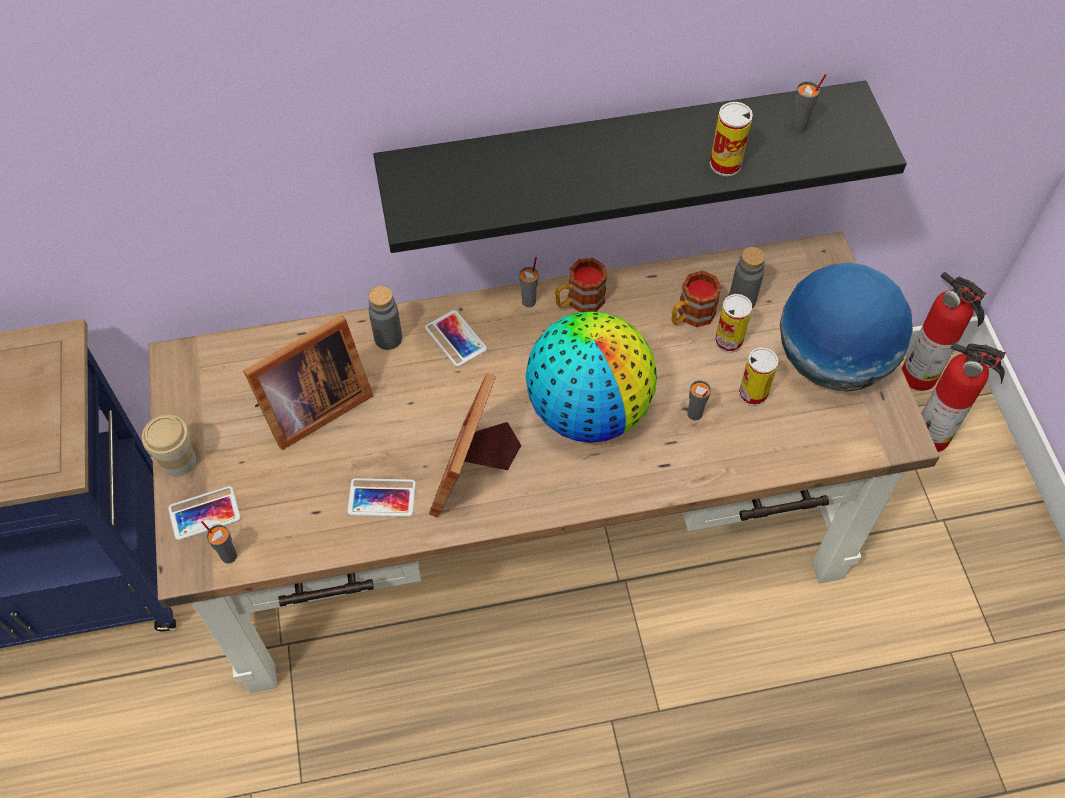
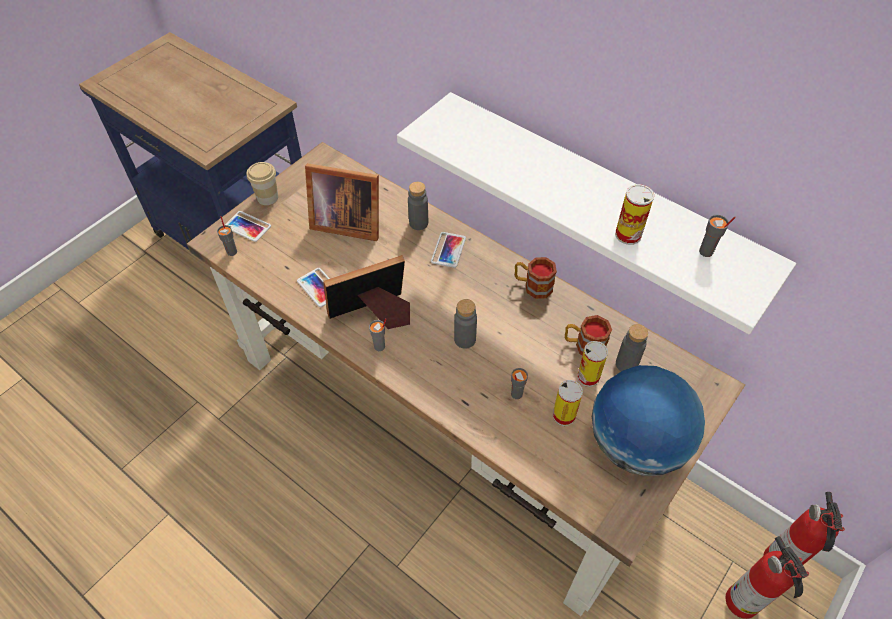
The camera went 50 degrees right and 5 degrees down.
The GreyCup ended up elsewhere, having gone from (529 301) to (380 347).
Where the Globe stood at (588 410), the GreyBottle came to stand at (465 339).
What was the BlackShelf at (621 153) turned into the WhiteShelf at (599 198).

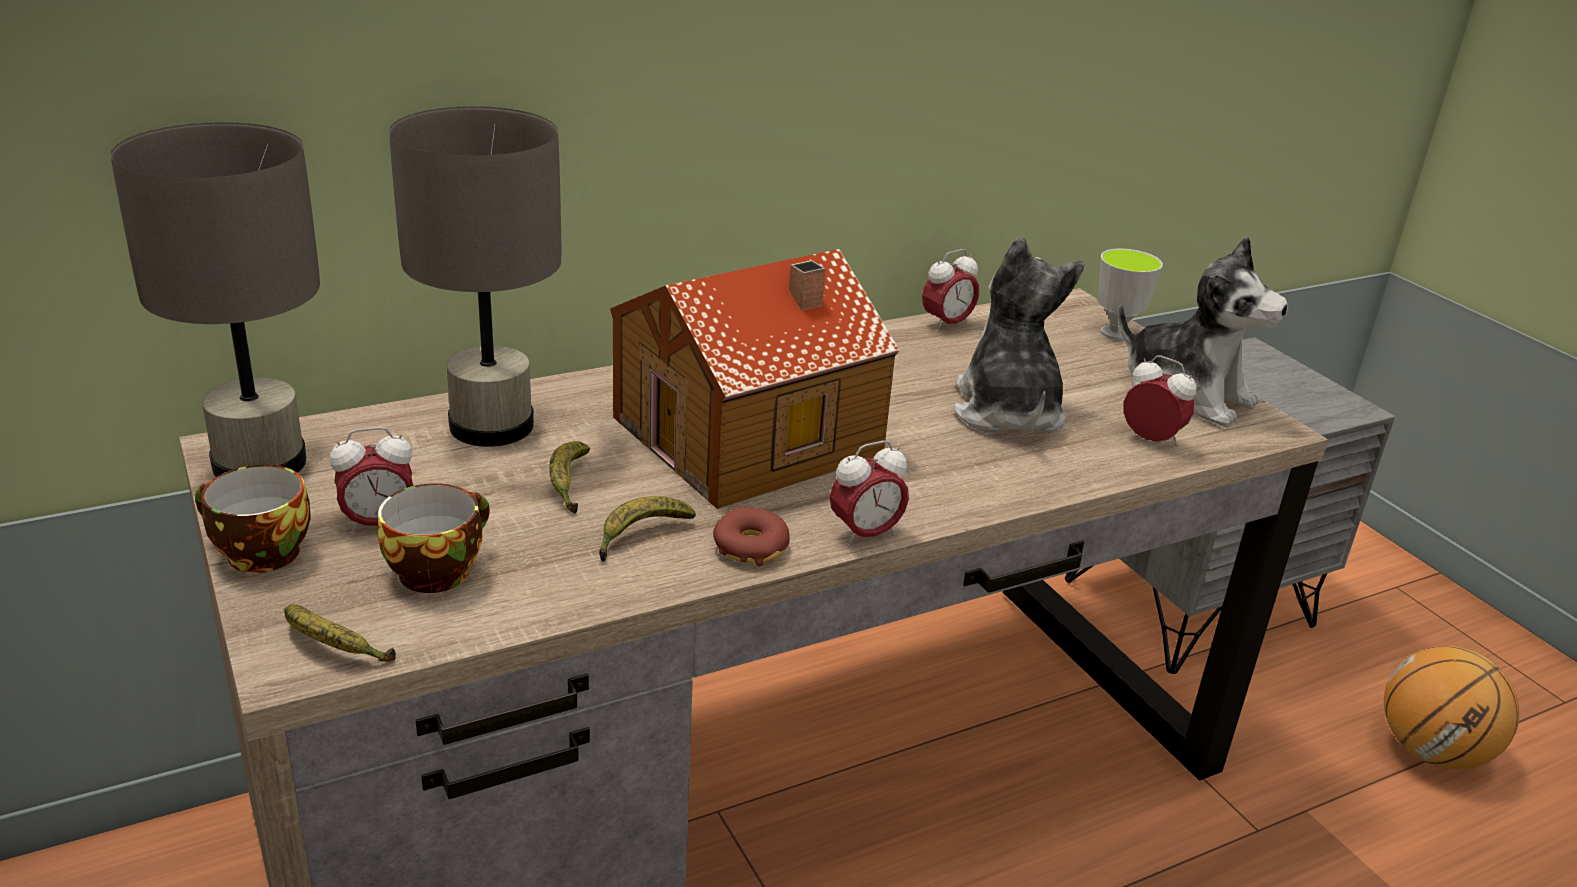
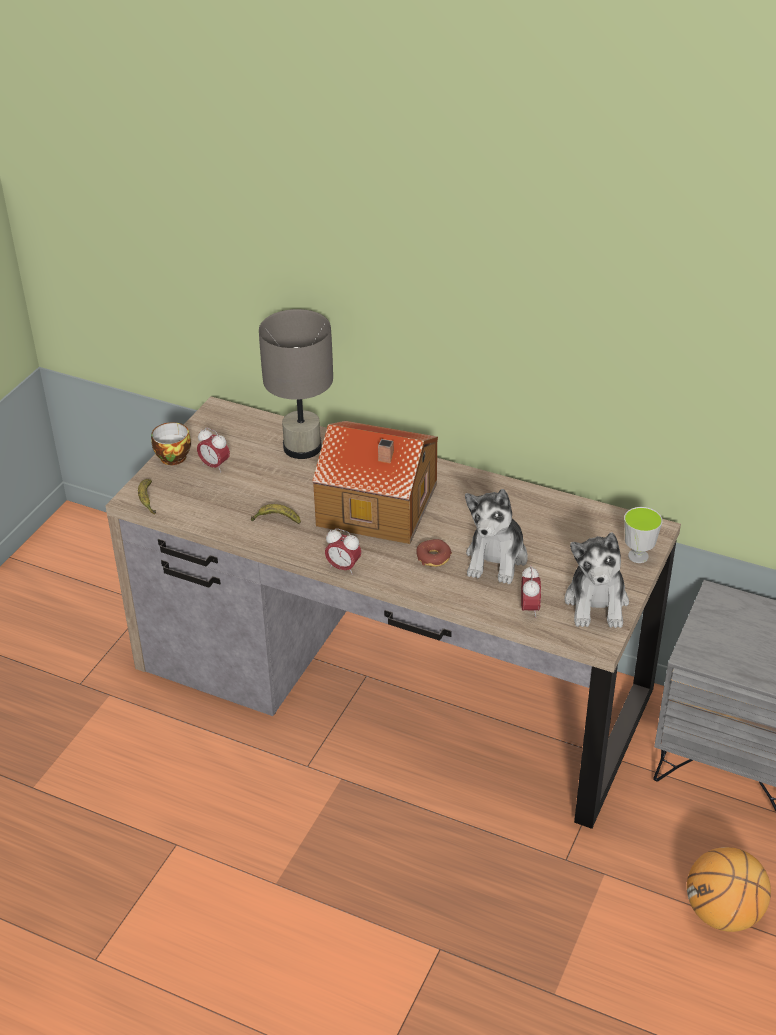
The camera went 55 degrees right and 10 degrees up.
The second view lost the GreyTableLamp at (261 464).
The second view lost the Cup at (437 570).
The second view lost the Banana at (569 484).
The second view lost the AlarmClock at (946 325).
The Donut ended up elsewhere, having gone from (750 547) to (433 557).
The PlushToy at (1007 412) ended up facing another way, 150 degrees clockwise from before.

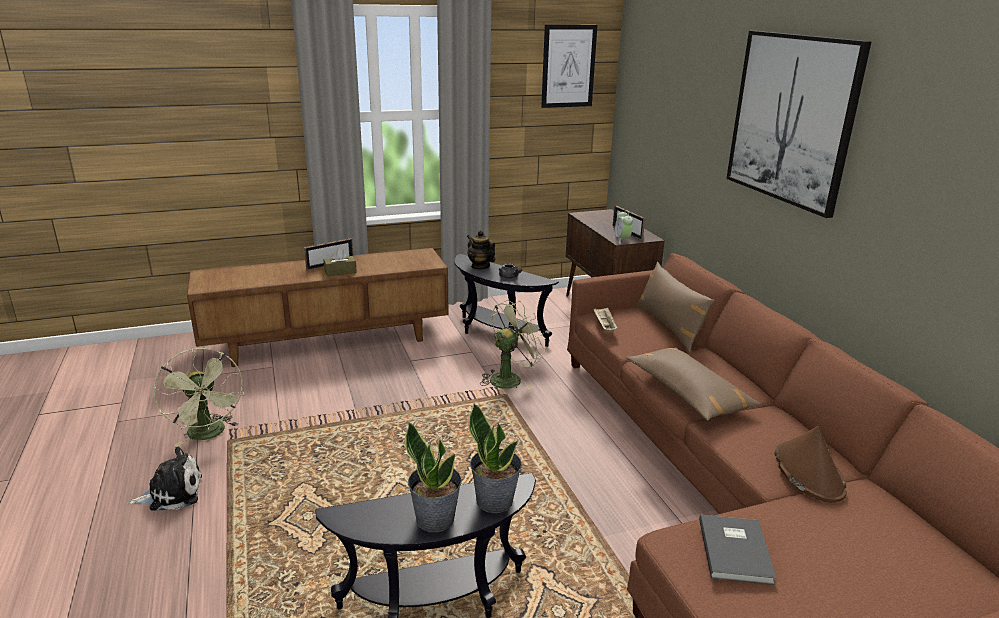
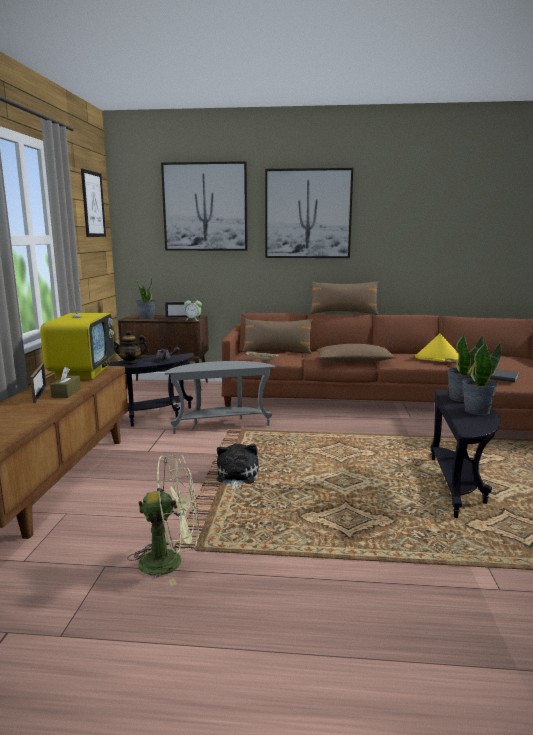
The camera went 65 degrees left and 10 degrees down.
The second view gained the Television at (82 372).
The second view gained the PottedPlant at (146 318).
The second view gained the Picture at (205 207).
The second view gained the BrownPillow at (343 313).
The PlushToy ended up elsewhere, having gone from (172 493) to (236 477).
Where the GreenFan stood at (510 378), the GreySideTable came to stand at (220 425).
What was the BrownHat at (808 472) turned into the YellowHat at (438 358).

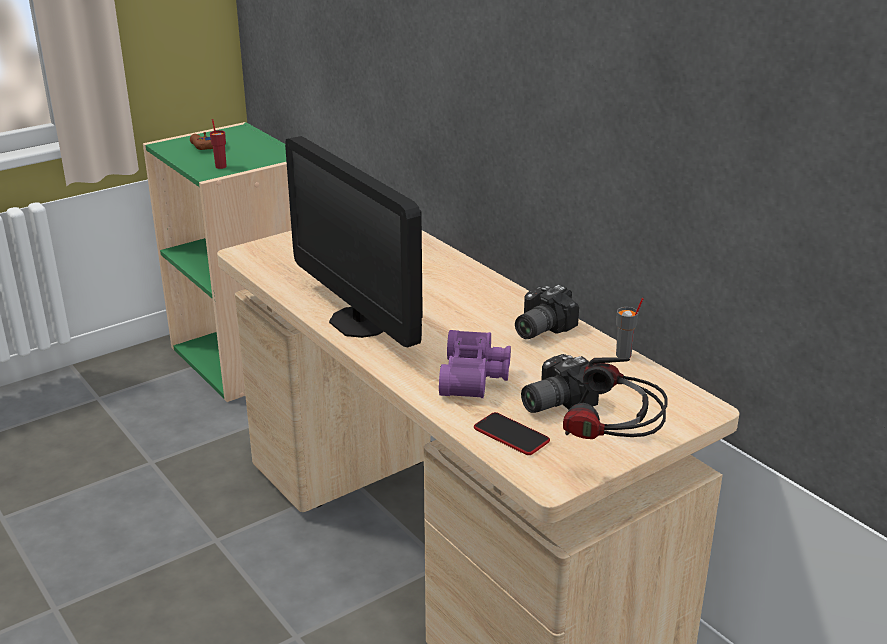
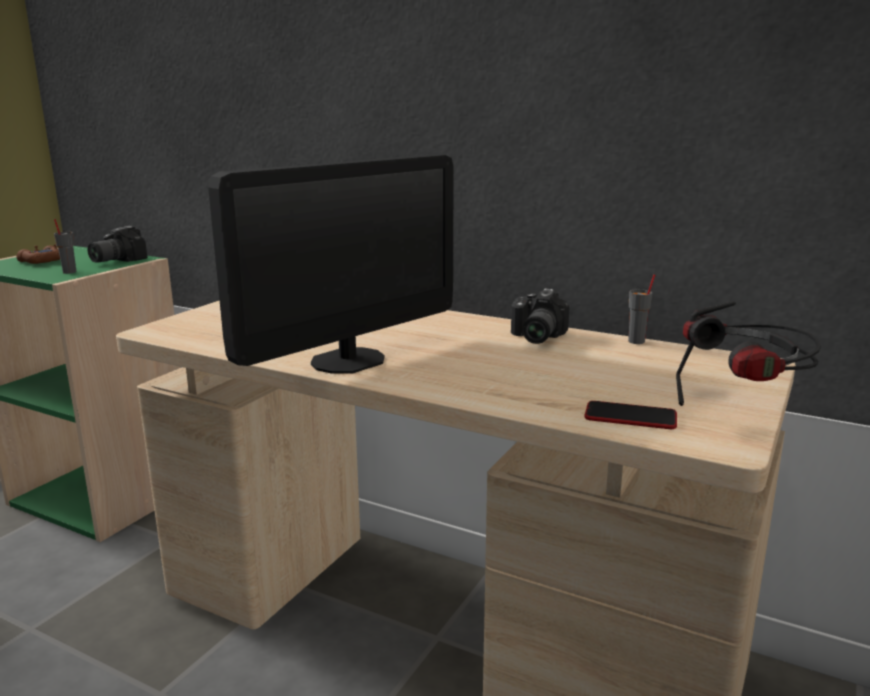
The camera went 25 degrees left and 10 degrees down.
The second view lost the PurpleBinoculars at (476 376).
The PhotoCamera ended up elsewhere, having gone from (552 401) to (114 260).
What was the RedCup at (221 166) turned into the GreyCup at (69 272).
The Monitor at (360 322) ended up facing another way, 75 degrees counterclockwise from before.

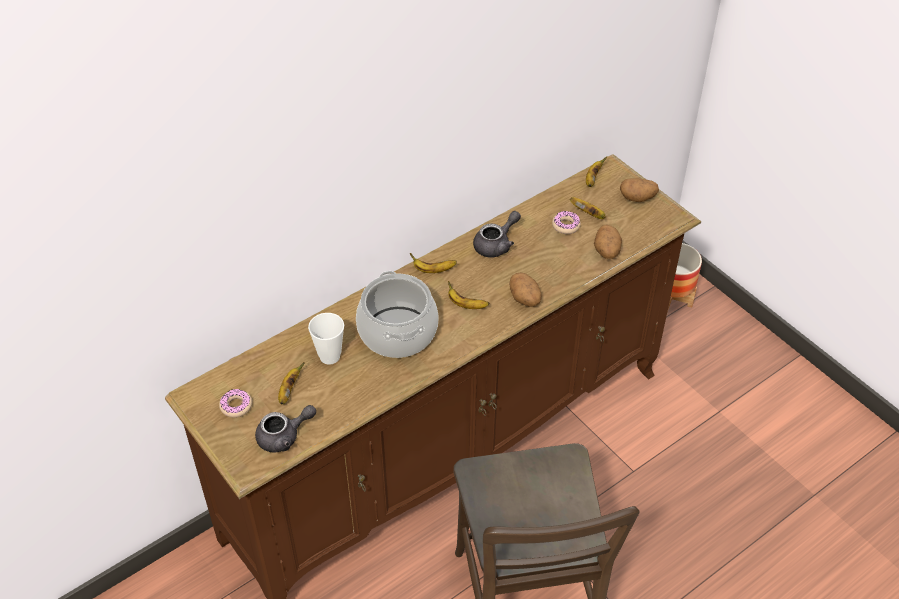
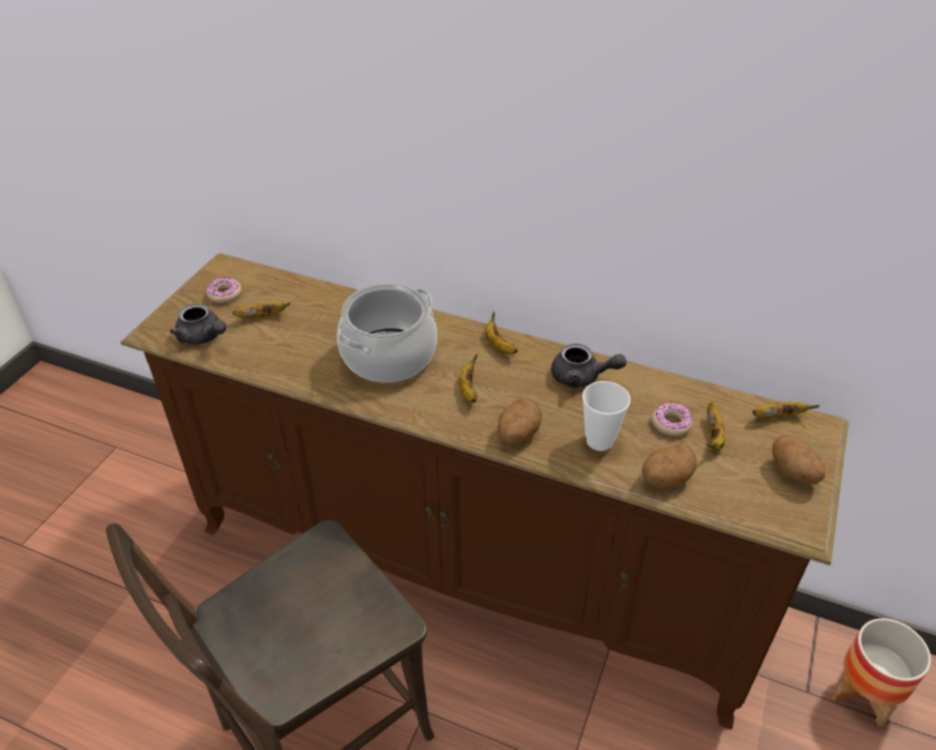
The camera went 60 degrees right and 5 degrees down.
The Cup ended up elsewhere, having gone from (330 356) to (599 441).

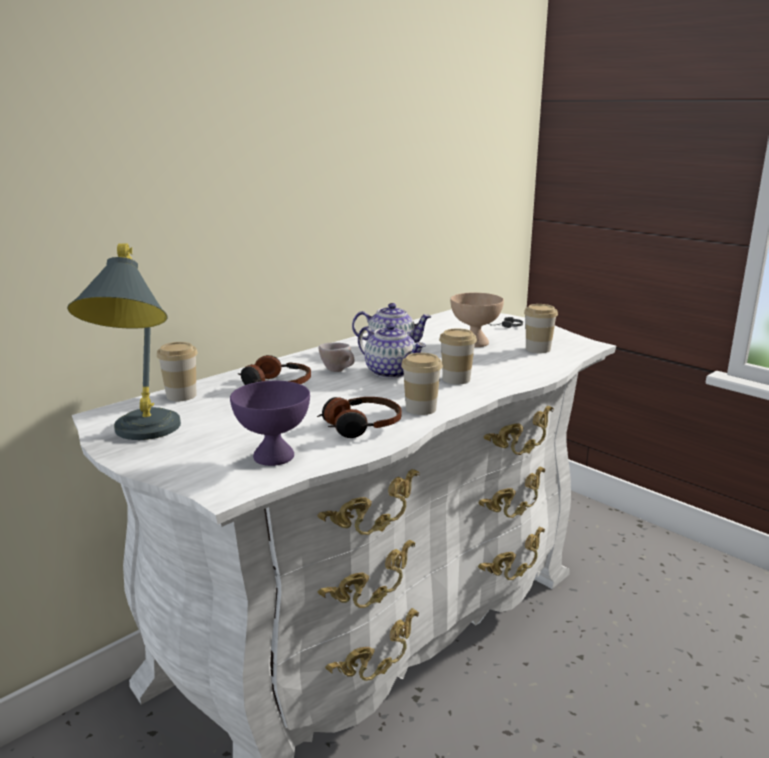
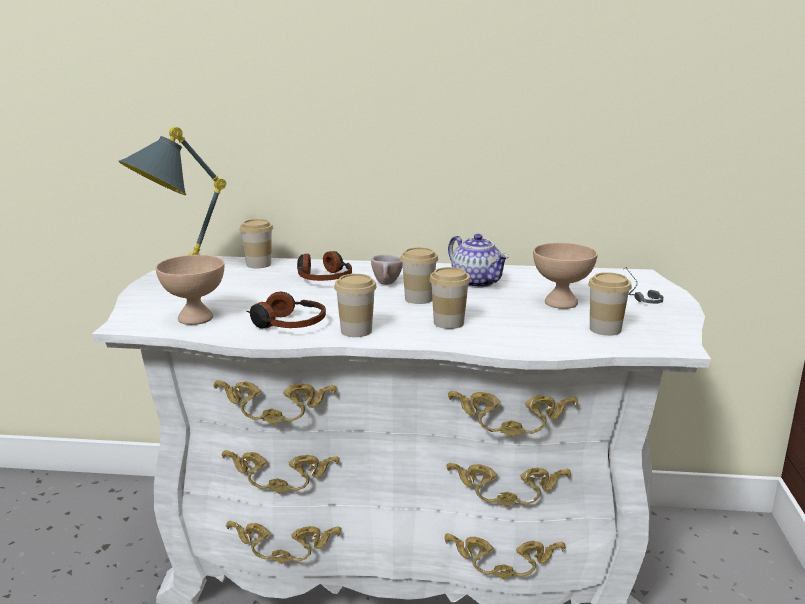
The camera went 50 degrees right and 0 degrees up.
Where the Teapot stood at (391 372), the Cup came to stand at (418 299).
What was the PurpleBowl at (274 457) turned into the BeigeBowl at (195 319).

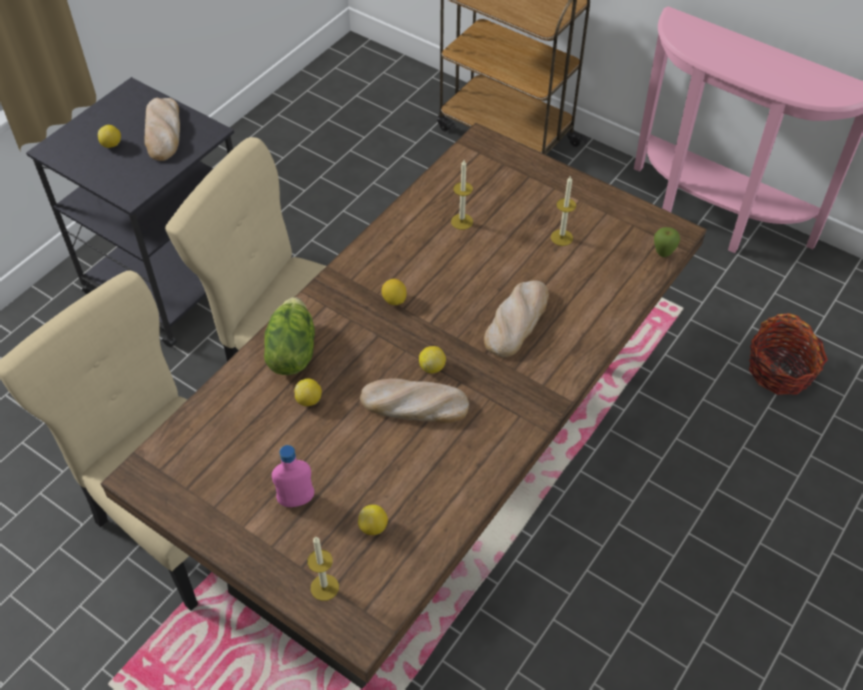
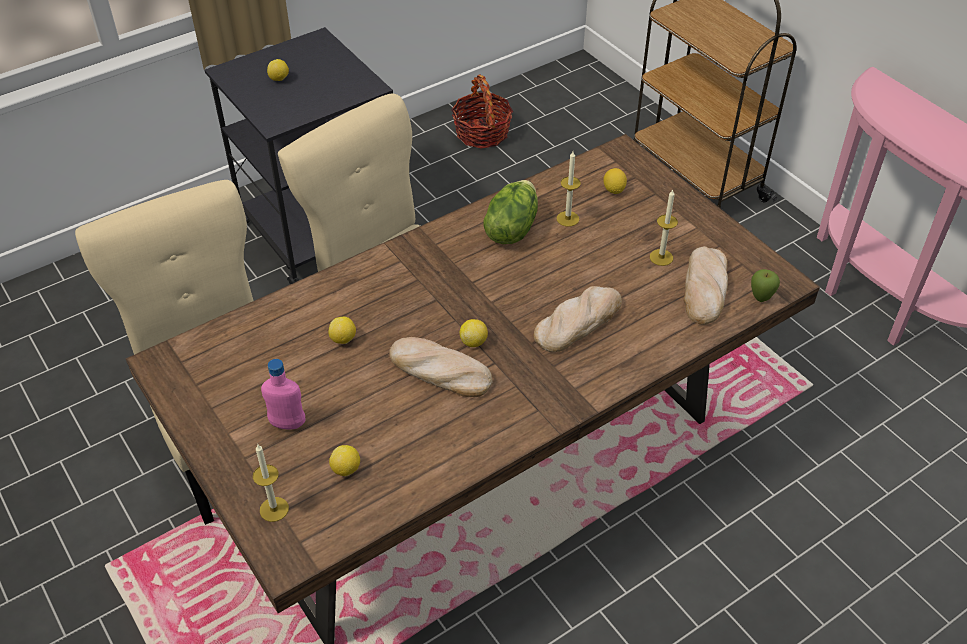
The camera went 20 degrees right and 5 degrees down.
The Bread ended up elsewhere, having gone from (163 132) to (705 288).
The Lettuce ended up elsewhere, having gone from (291 352) to (511 229).
The Lemon ended up elsewhere, having gone from (394 300) to (614 190).
The Basket ended up elsewhere, having gone from (780 370) to (482 133).

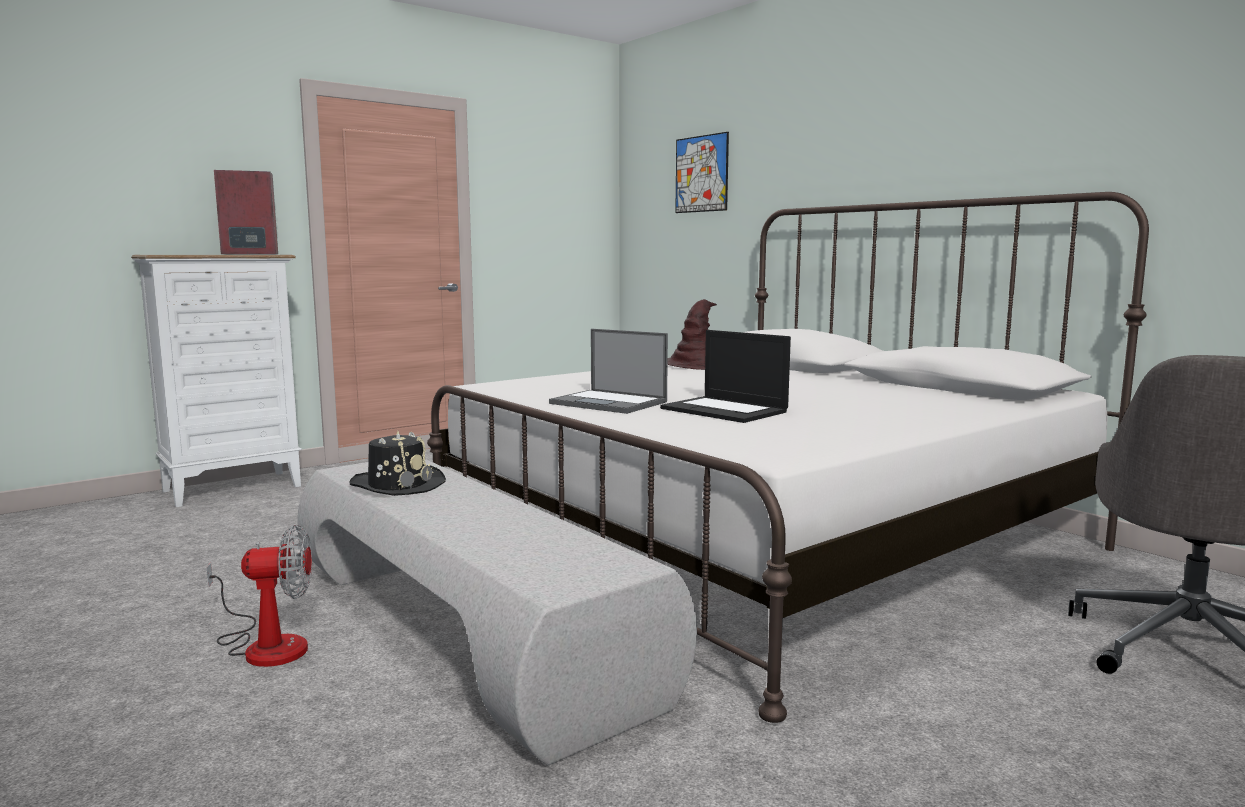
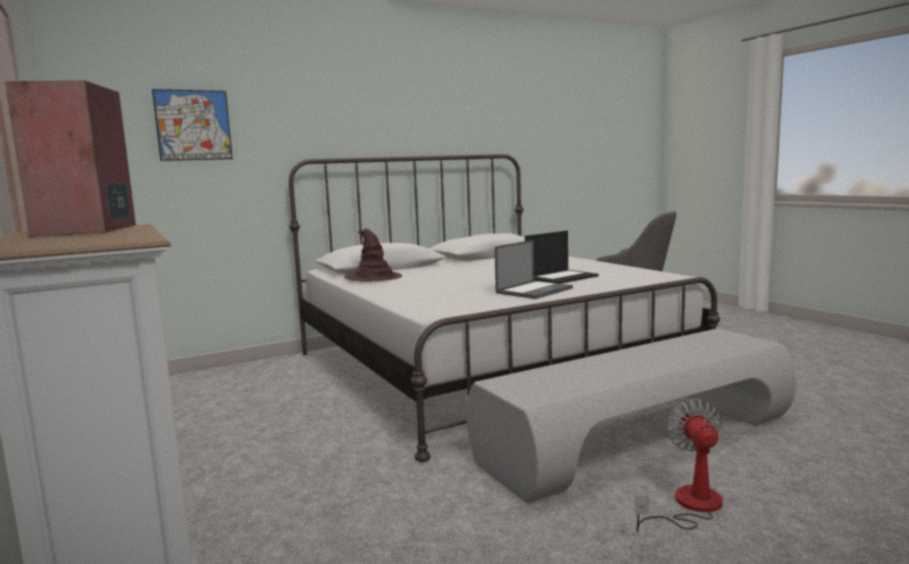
The camera went 80 degrees left and 0 degrees up.
The second view lost the BlackHat at (397 484).

